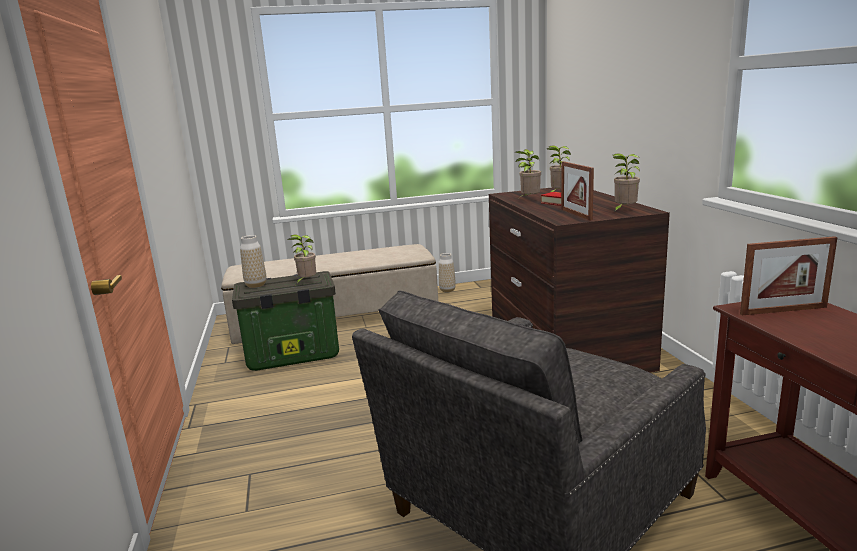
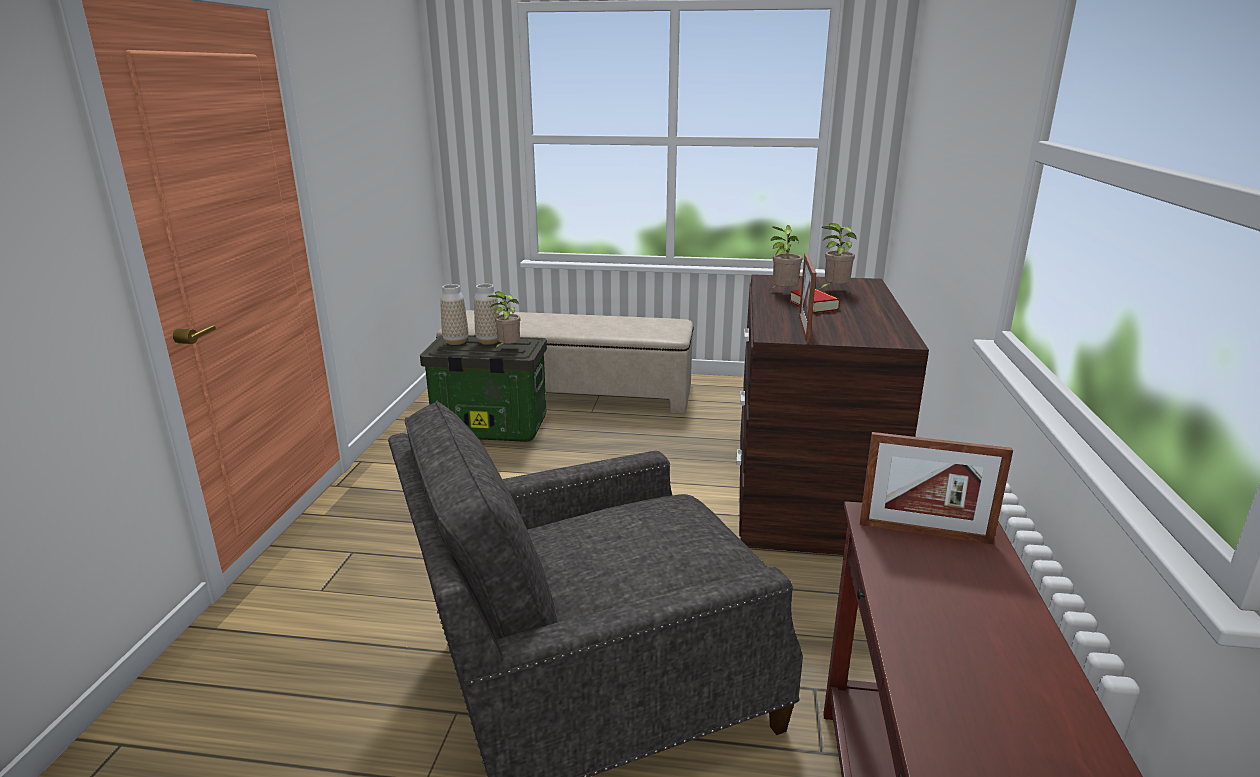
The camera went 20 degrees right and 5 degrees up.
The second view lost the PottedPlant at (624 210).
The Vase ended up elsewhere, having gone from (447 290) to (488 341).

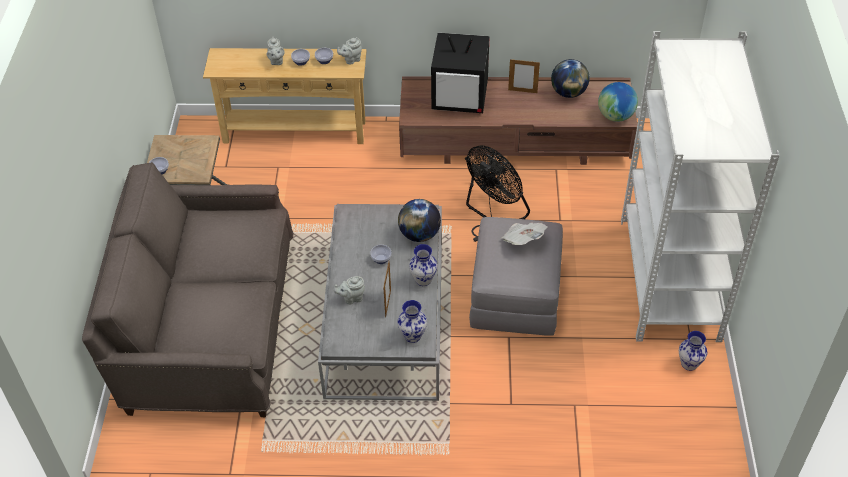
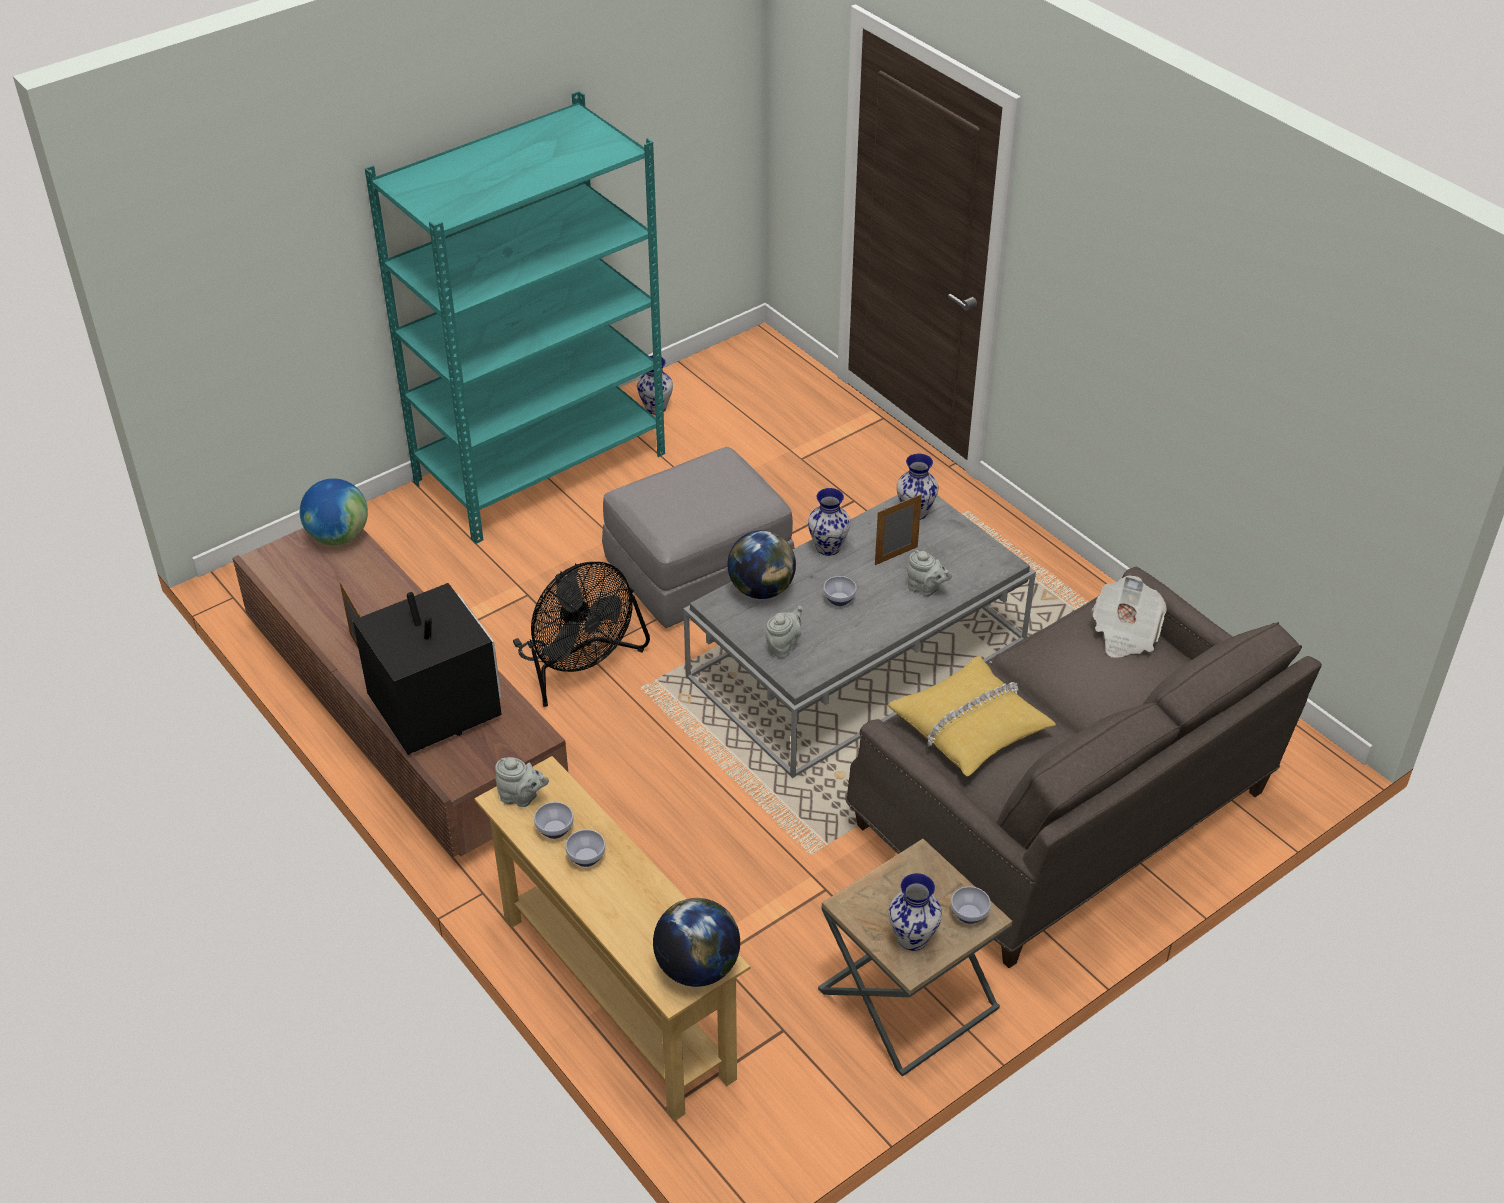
The camera went 130 degrees left and 5 degrees down.
The second view gained the YellowPillow at (970 726).
The second view gained the Vase at (912 937).
The GreyTeapot ended up elsewhere, having gone from (276 61) to (783 646).
The Newspaper ended up elsewhere, having gone from (523 240) to (1125 633).
The Globe ended up elsewhere, having gone from (568 93) to (697 968).
What was the WhiteBookcase at (669 278) turned into the TurquoiseBookcase at (540 468).
The BlackFan at (489 211) ended up facing another way, 135 degrees counterclockwise from before.

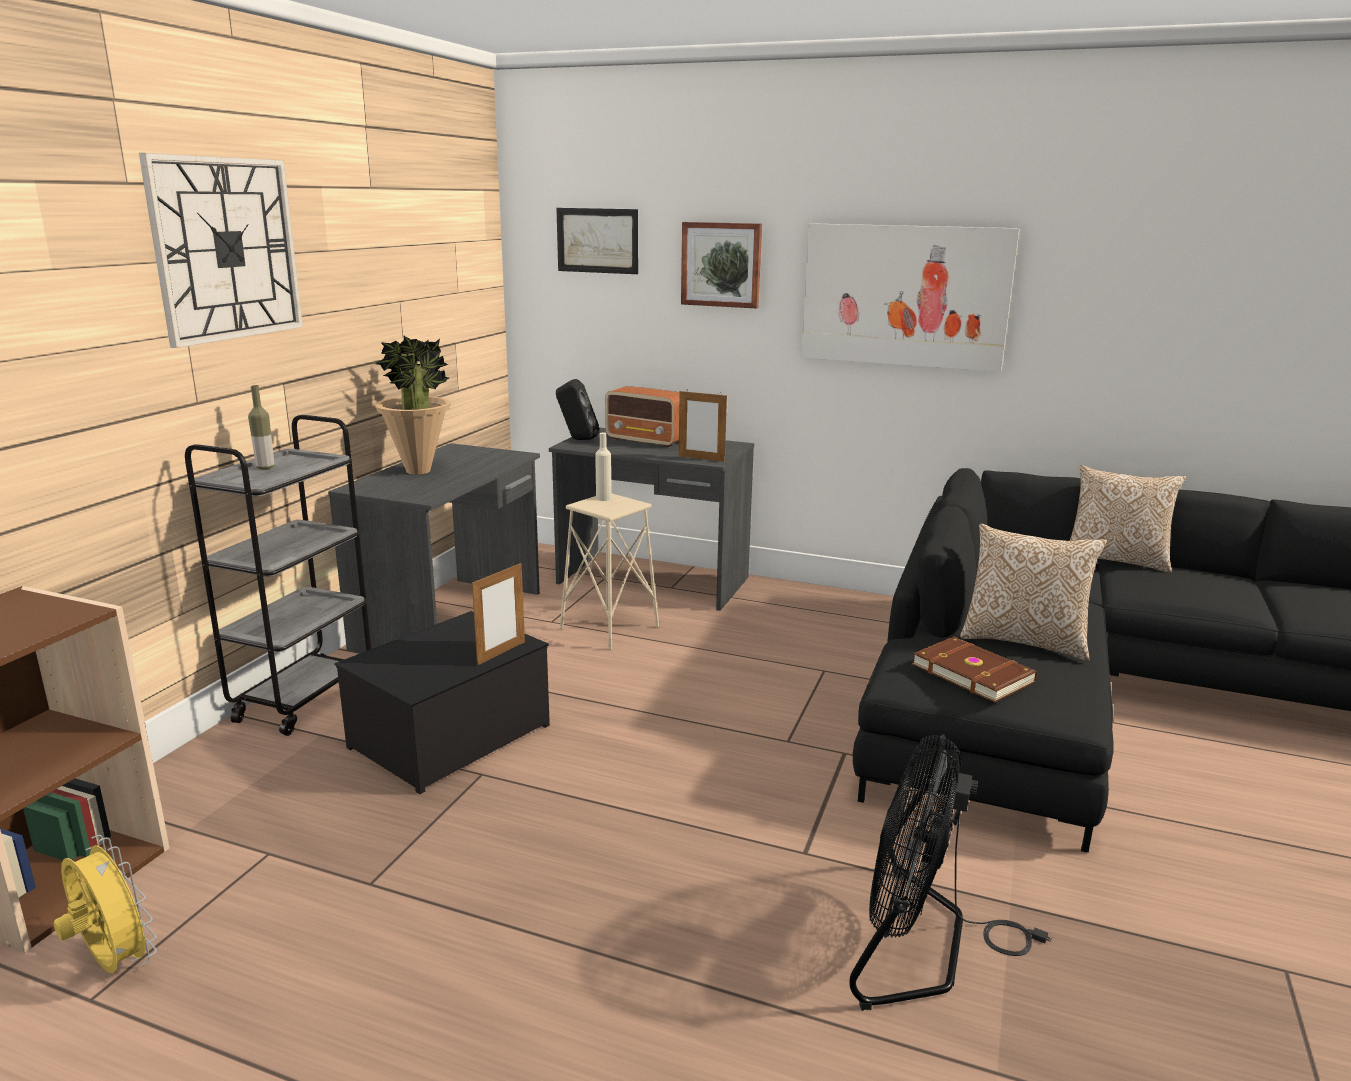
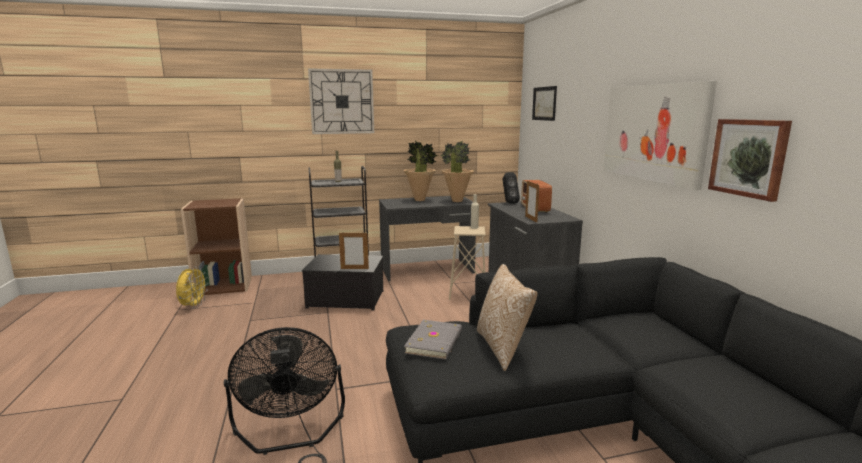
The camera went 55 degrees right and 5 degrees down.
The second view lost the Pillow at (1116 560).
The second view gained the PottedPlant at (457 201).
The Picture ended up elsewhere, having gone from (721 264) to (749 157).
What was the BrownBook at (973 672) turned into the GreyBook at (435 342).

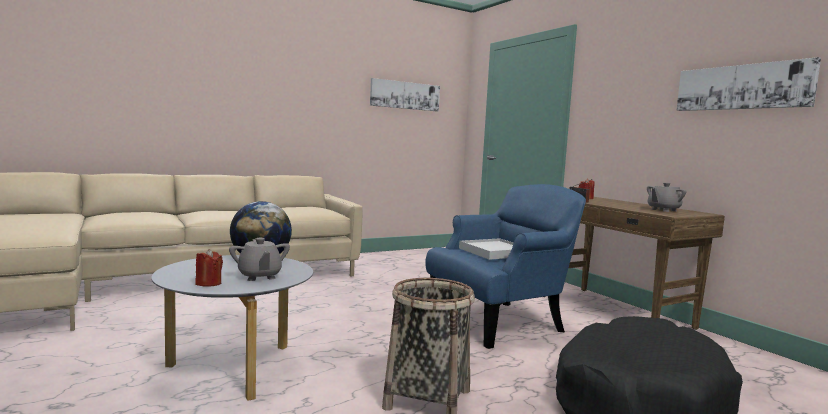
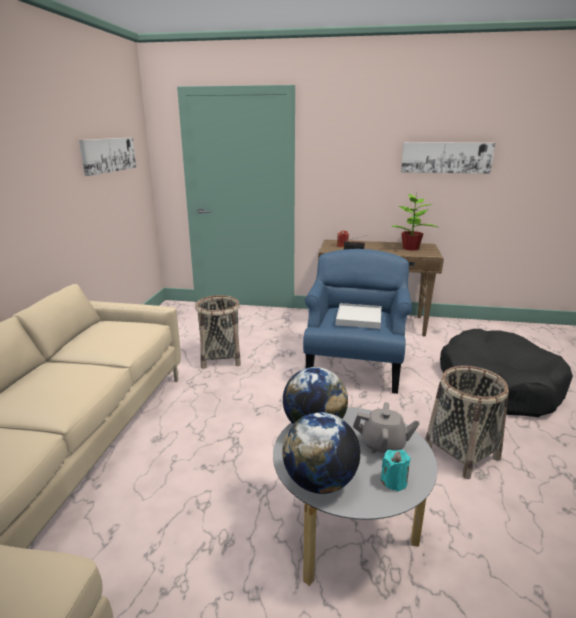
The camera went 50 degrees left and 15 degrees up.
The second view gained the Basket at (221 358).
The second view gained the Globe at (320 482).
Where the GreyTeapot stood at (663 210), the PottedPlant came to stand at (410 248).
What was the RedCandle at (208 283) turned into the TurquoiseCandle at (394 481).

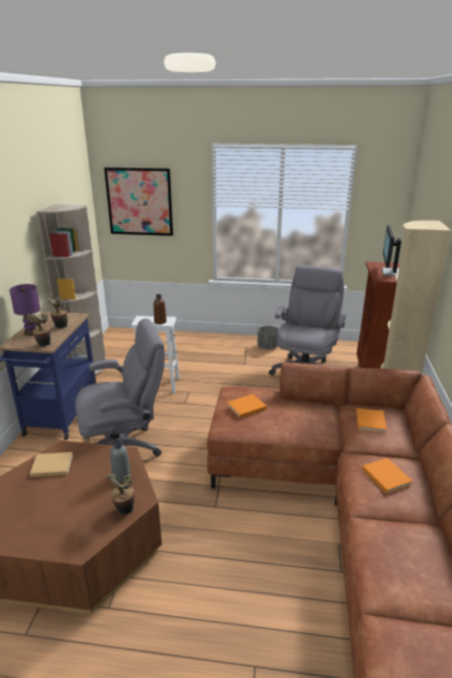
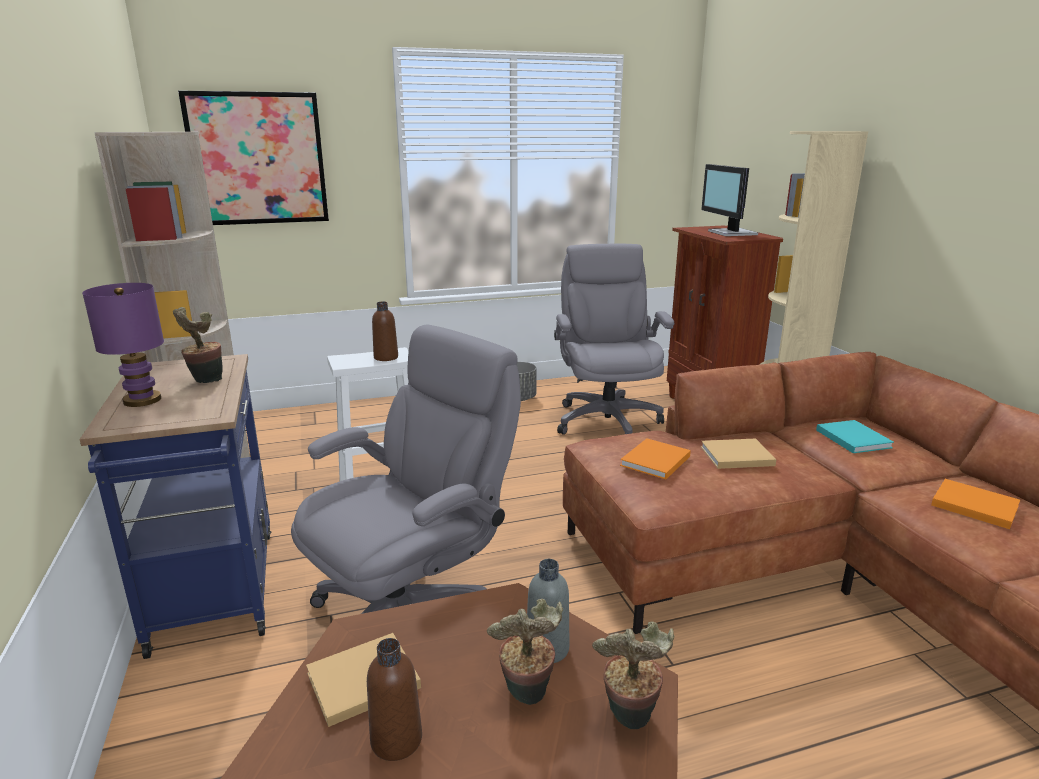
The camera went 25 degrees left and 5 degrees down.
The second view gained the BrownBottle at (396 740).
The second view gained the BeigeBook at (734 456).
The PottedPlant ended up elsewhere, having gone from (43 345) to (527 696).
What was the OrangeBook at (370 421) turned into the TurquoiseBook at (851 438).

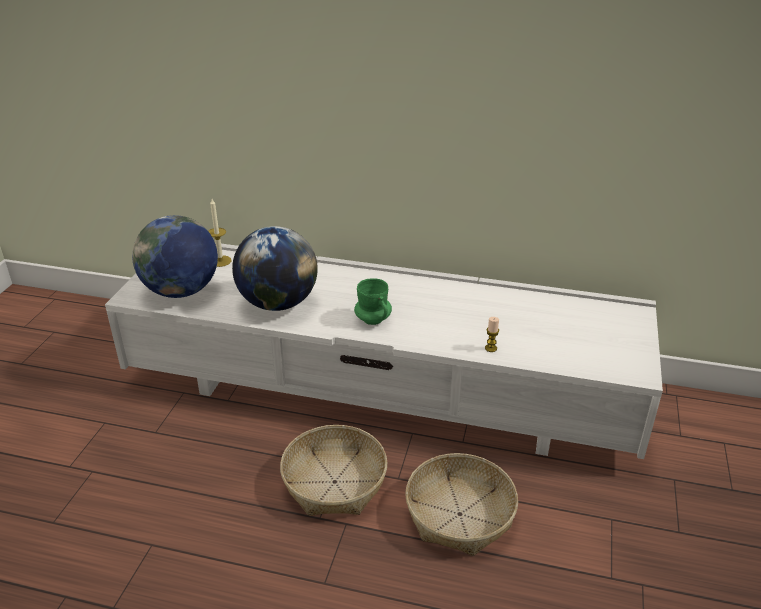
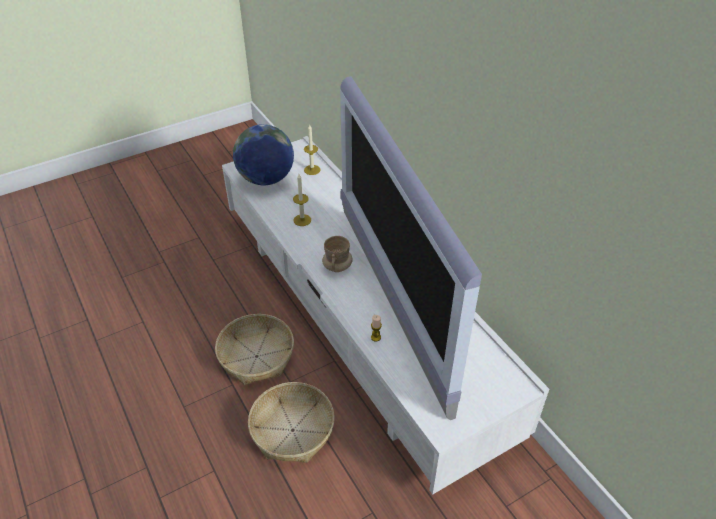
The camera went 45 degrees right and 10 degrees up.
The second view gained the Television at (390 304).
Where the Globe stood at (278 303), the Candle came to stand at (302 220).
What was the GreenMug at (373 319) turned into the BeigeMug at (337 267).

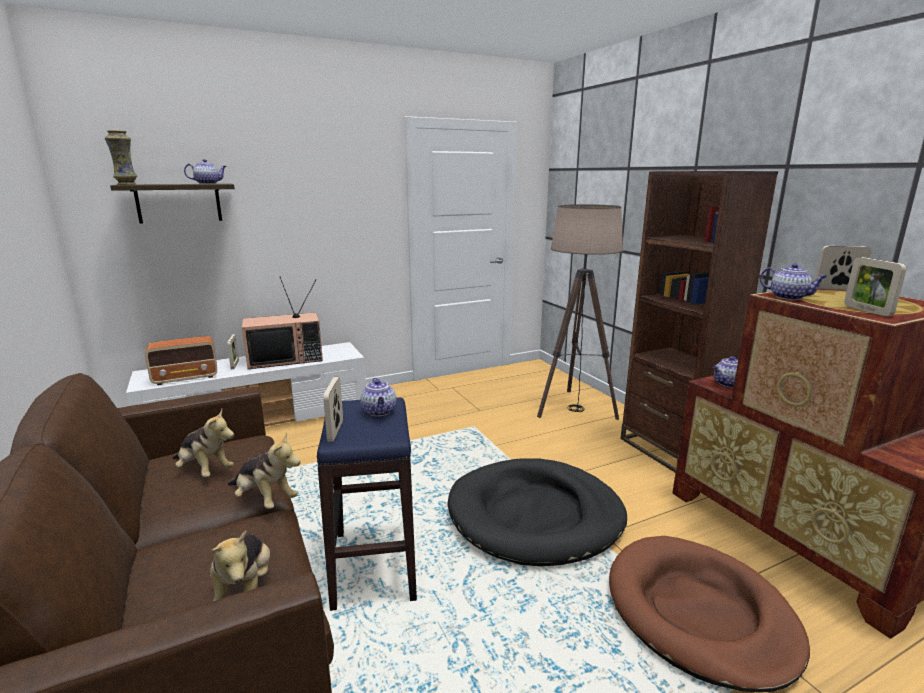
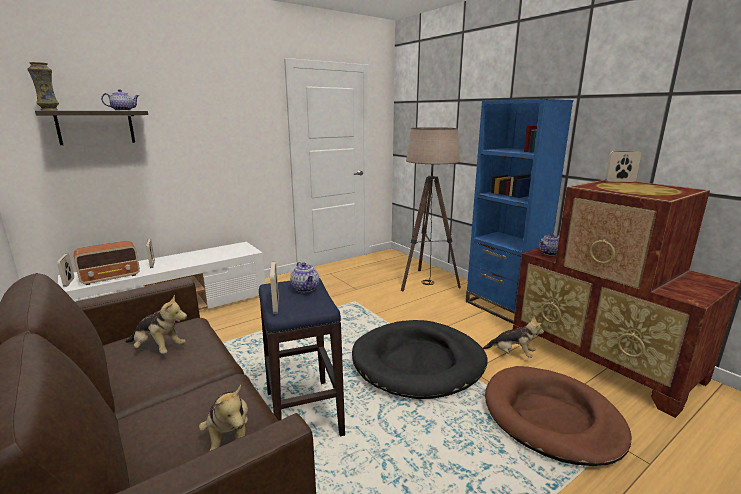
The camera went 10 degrees left and 0 degrees up.
The second view lost the Television at (286 359).
The second view lost the Teapot at (789 297).
The PlushToy ended up elsewhere, having gone from (264 499) to (512 354).
The PictureFrame ended up elsewhere, having gone from (867 310) to (69 282).
What was the BrownBookcase at (670 450) turned into the BlueBookcase at (502 307).

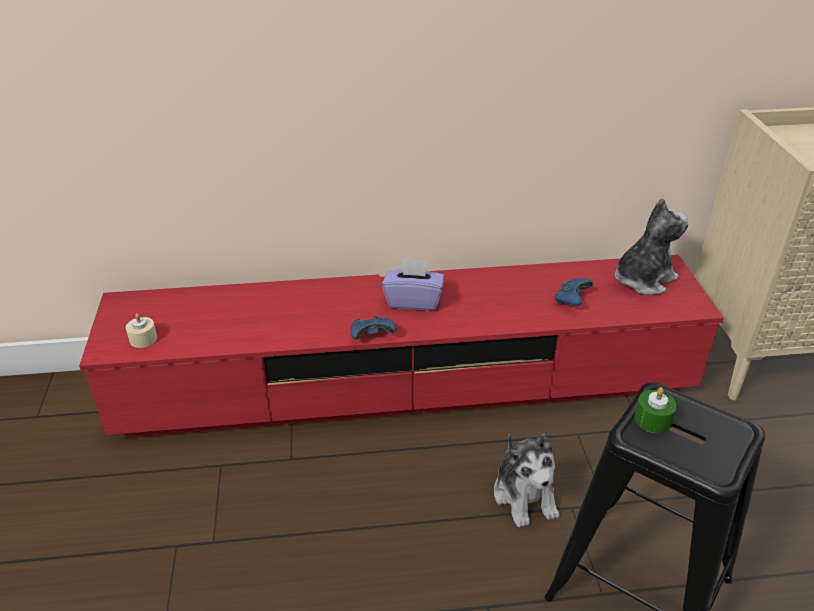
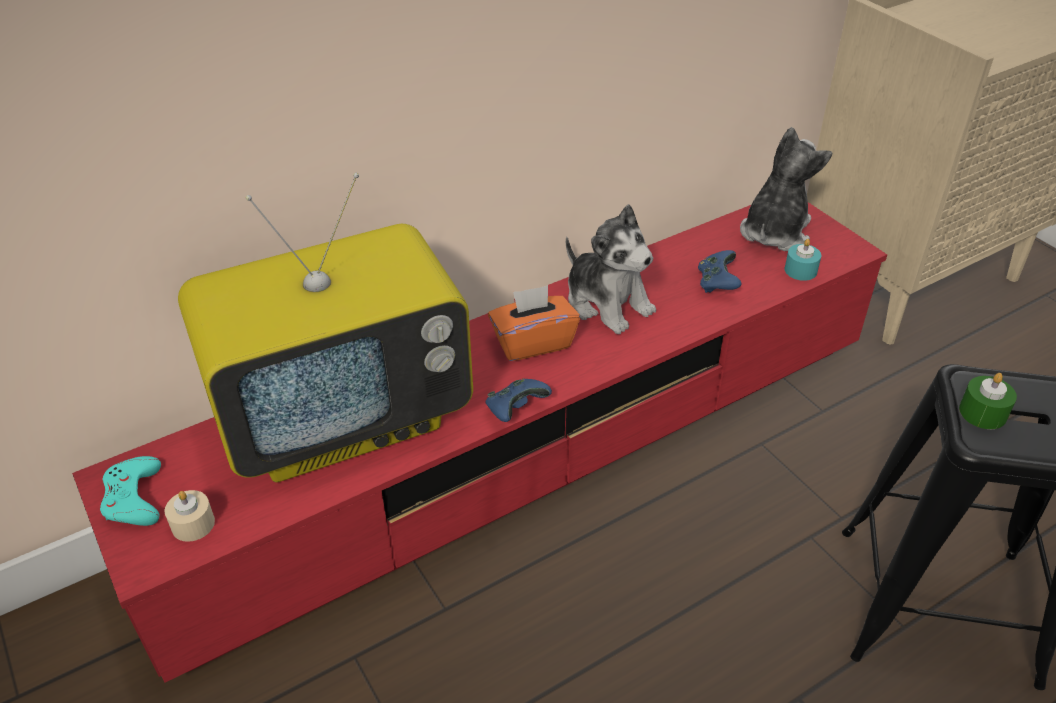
The camera went 25 degrees left and 5 degrees up.
The second view gained the TurquoiseGameController at (134 498).
The second view gained the Television at (345 418).
The second view gained the TurquoiseCandle at (800 270).
The PlushToy ended up elsewhere, having gone from (525 496) to (607 303).
What was the PurpleTissueBox at (413 301) turned into the OrangeTissueBox at (533 342).

